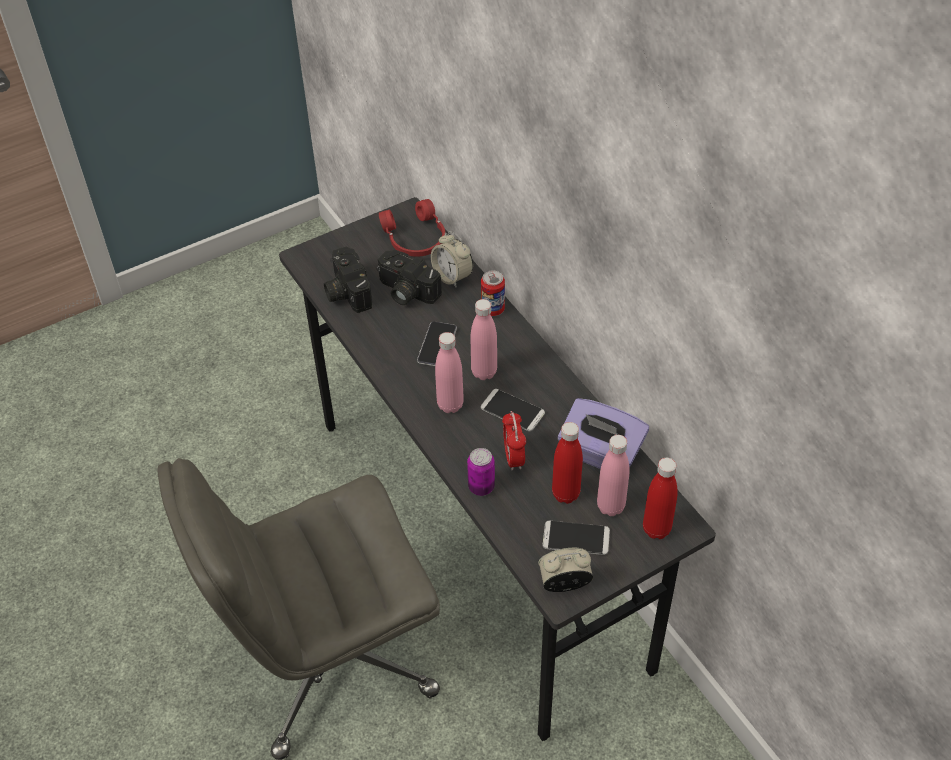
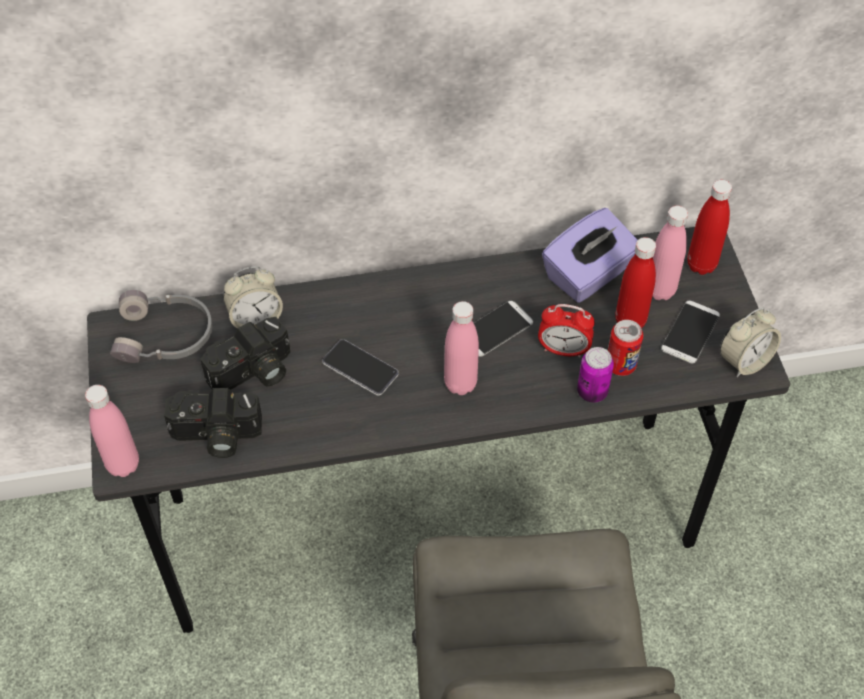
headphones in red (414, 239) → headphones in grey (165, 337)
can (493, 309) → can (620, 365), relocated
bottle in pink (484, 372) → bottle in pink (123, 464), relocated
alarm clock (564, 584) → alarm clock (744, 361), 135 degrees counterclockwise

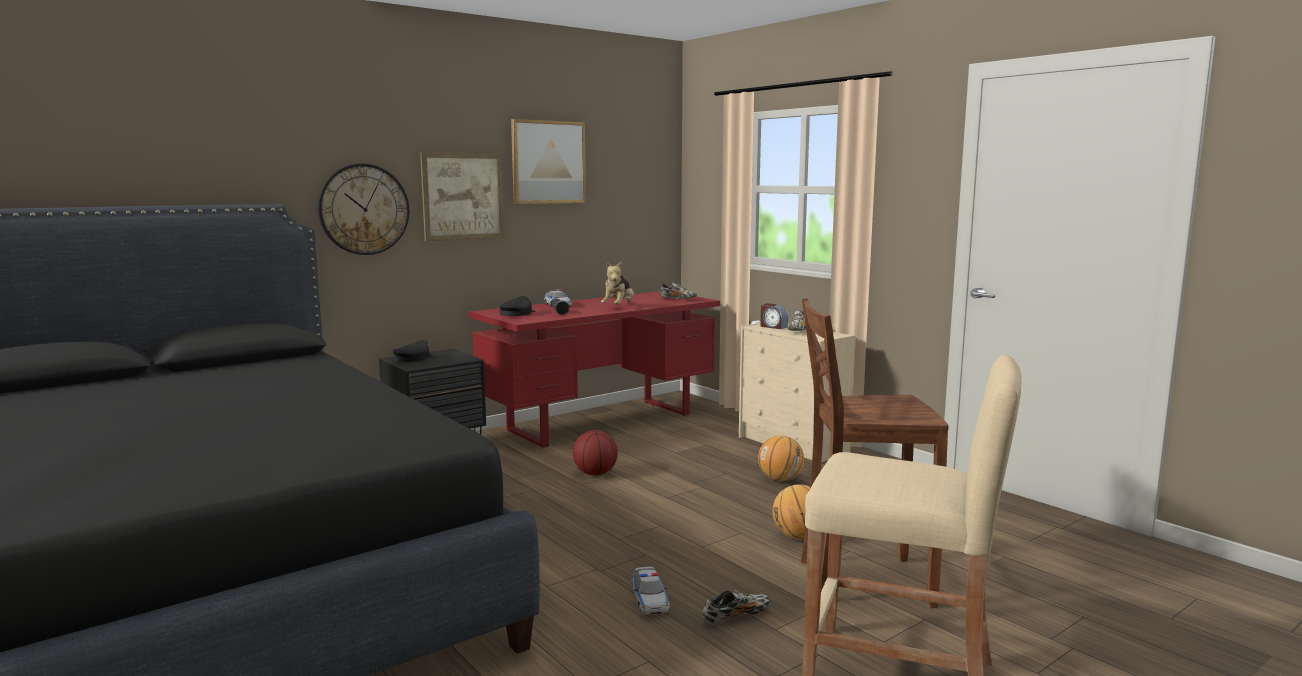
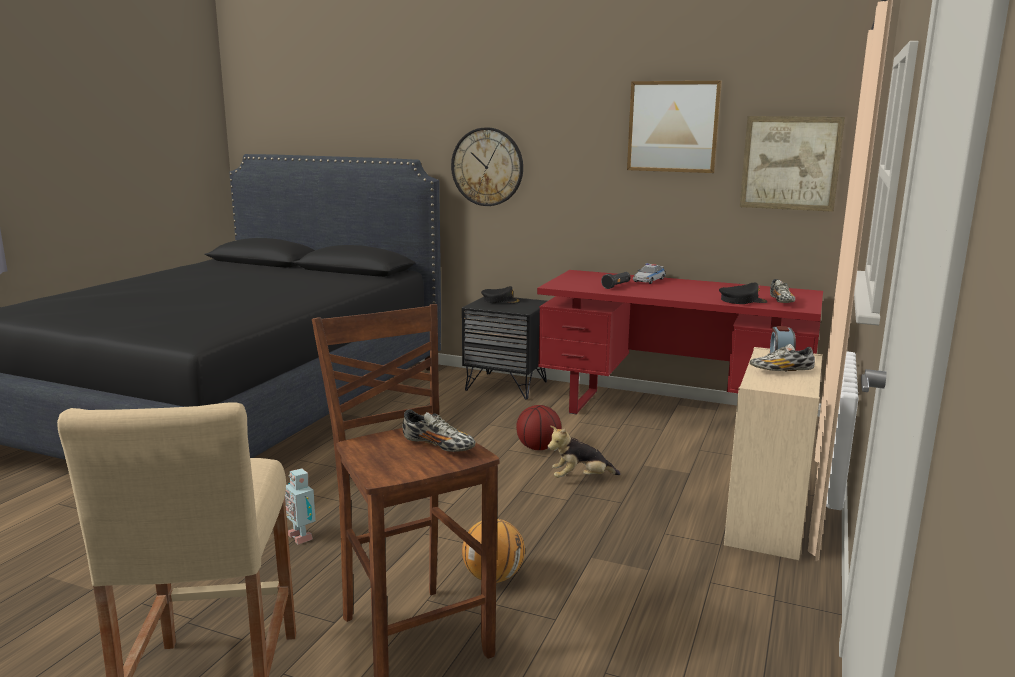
picture (463, 196) → picture (790, 163), relocated
plush toy (618, 307) → plush toy (580, 479), relocated
cap in black (517, 313) → cap in black (742, 301), relocated
basketball (780, 479) → -
toy car (649, 599) → toy robot (302, 536)
shoe (736, 616) → shoe (438, 446), relocated

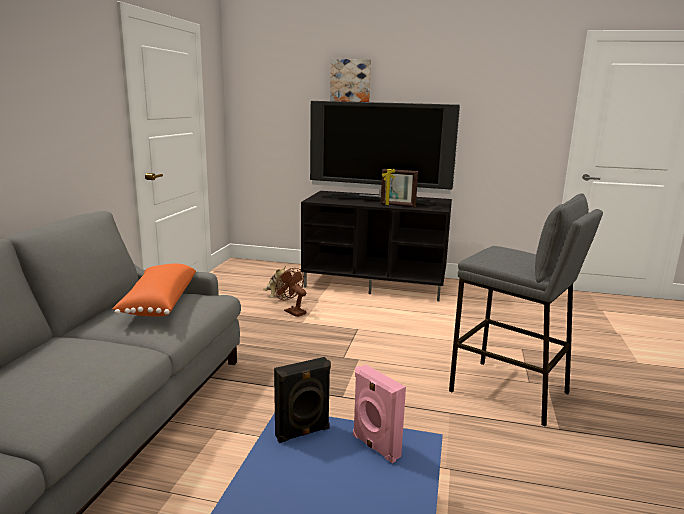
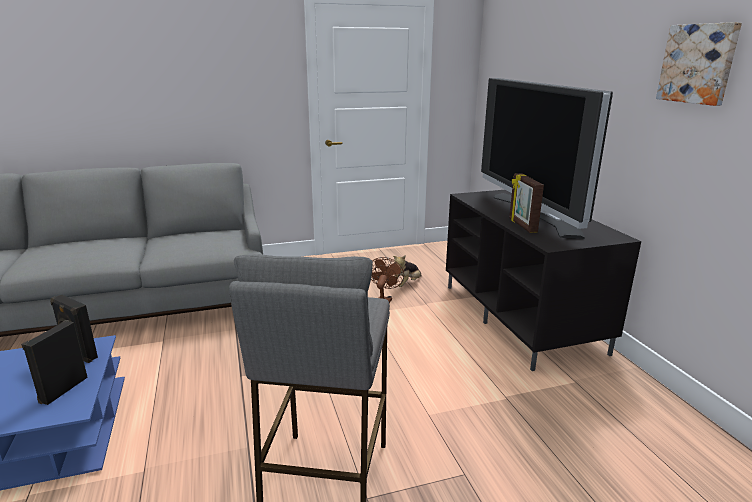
picture (350, 80) → picture (698, 64), relocated
pillow in orange (158, 303) → -
speaker in pink (374, 447) → speaker in black (62, 389)

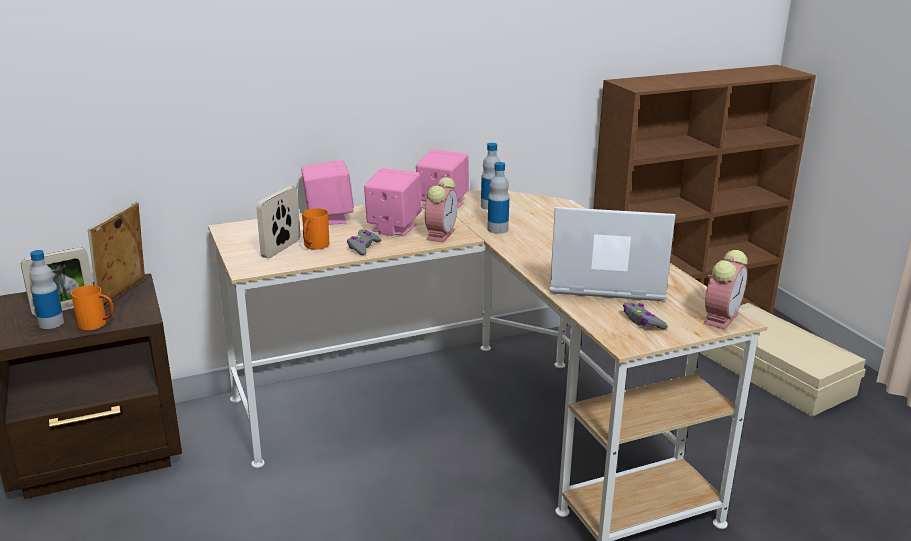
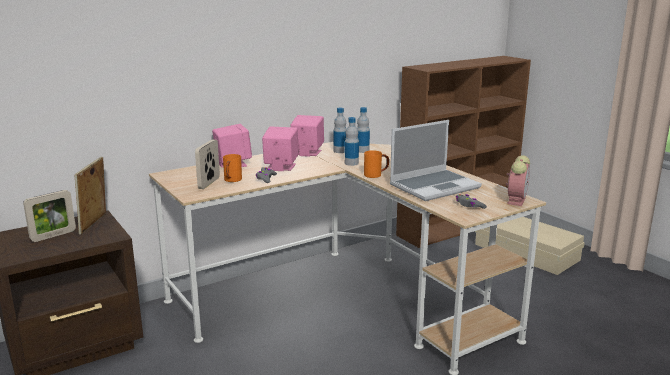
alarm clock (440, 234) → -
laptop (604, 281) → laptop (434, 186), 150 degrees clockwise
bottle (51, 323) → bottle (362, 151), relocated
mug in orange (98, 325) → mug in orange (376, 175), relocated

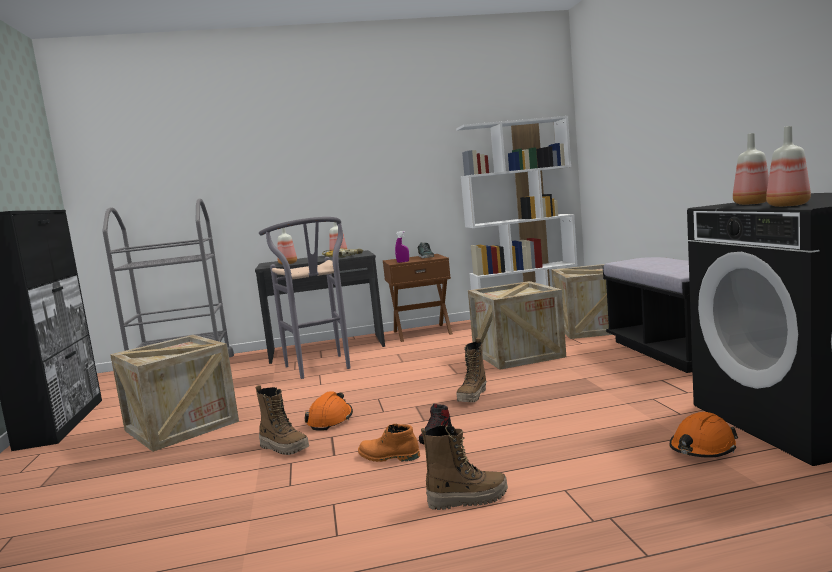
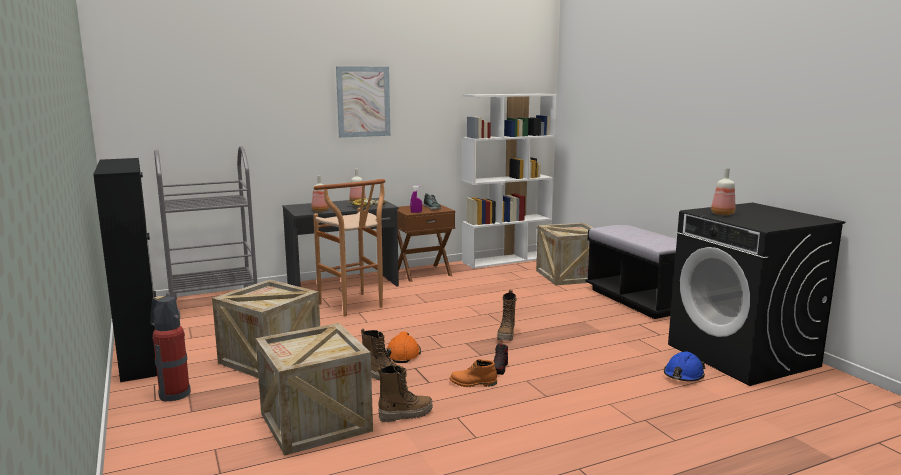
bottle (786, 205) → -
stool in grey (321, 369) → stool in brown (355, 306)
crate (518, 354) → crate (315, 422), relocated
hard hat in orange (702, 449) → hard hat in blue (683, 375)
boot (468, 499) → boot (406, 414), relocated
- → picture (363, 101)
- → fire extinguisher (173, 394)

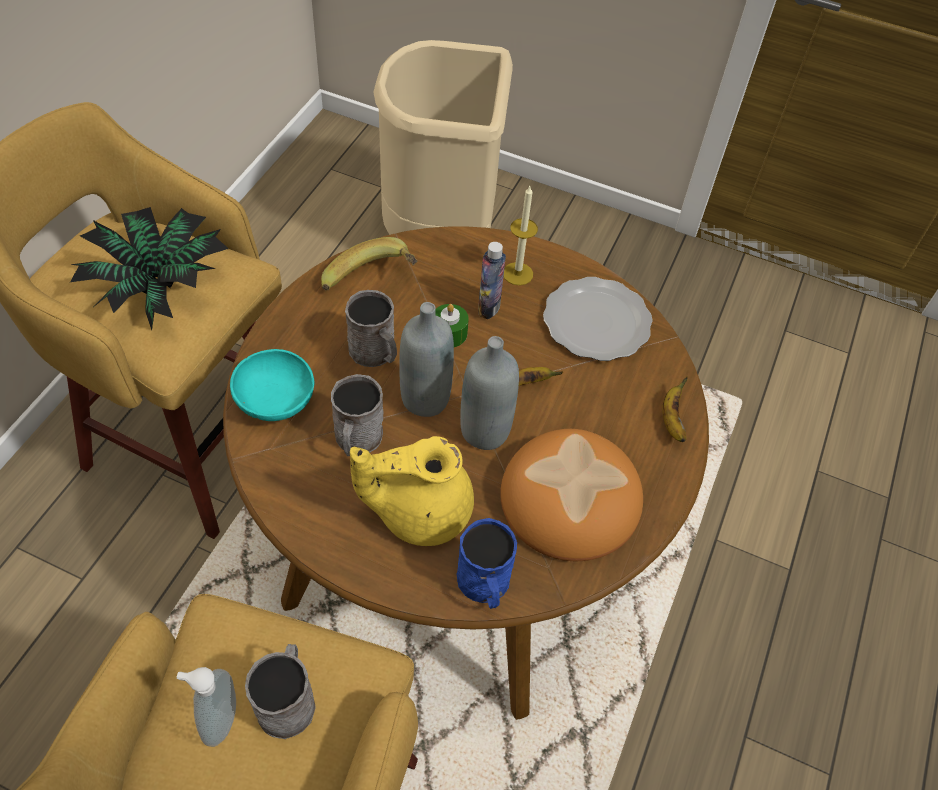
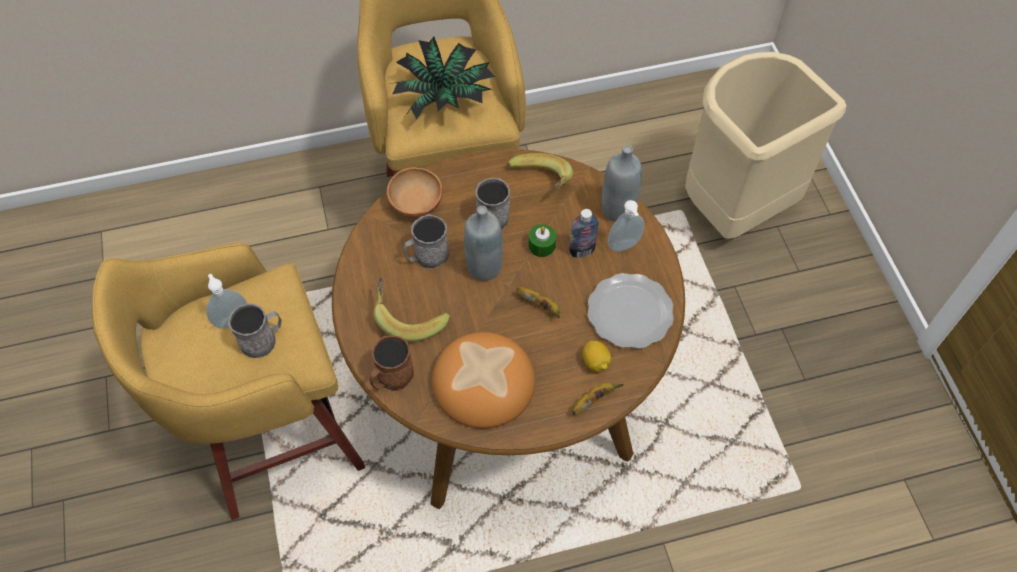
candle (517, 274) → soap dispenser (624, 247)
bottle in grey (485, 431) → bottle in grey (617, 209), relocated
bowl in turquoise (276, 403) → bowl in brown (415, 204)
teapot in yellow (419, 510) → banana (409, 316)
mug in blue (485, 585) → mug in brown (391, 378)
- → lemon (595, 362)

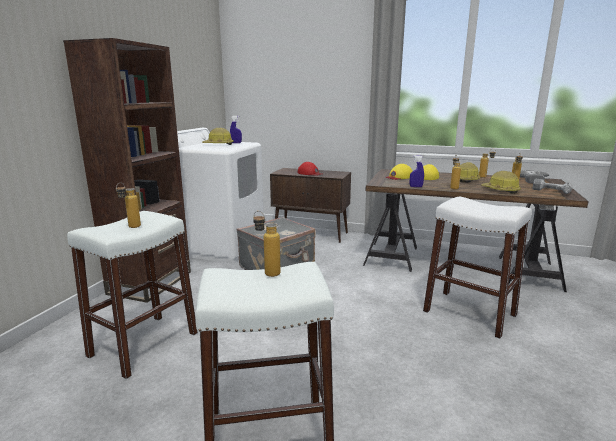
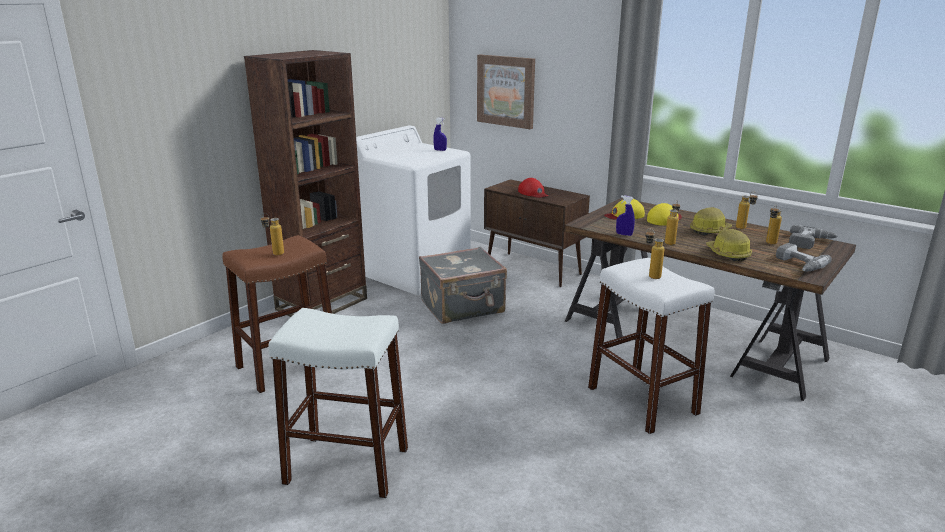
hard hat (218, 145) → -
stool in white (144, 344) → stool in brown (288, 365)
bottle (267, 272) → bottle (650, 275), relocated
- → picture (506, 91)

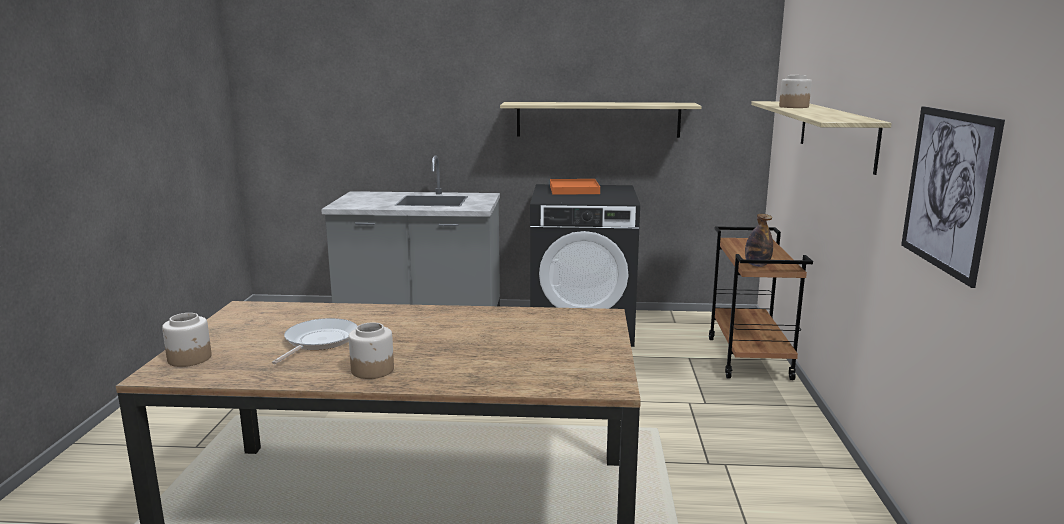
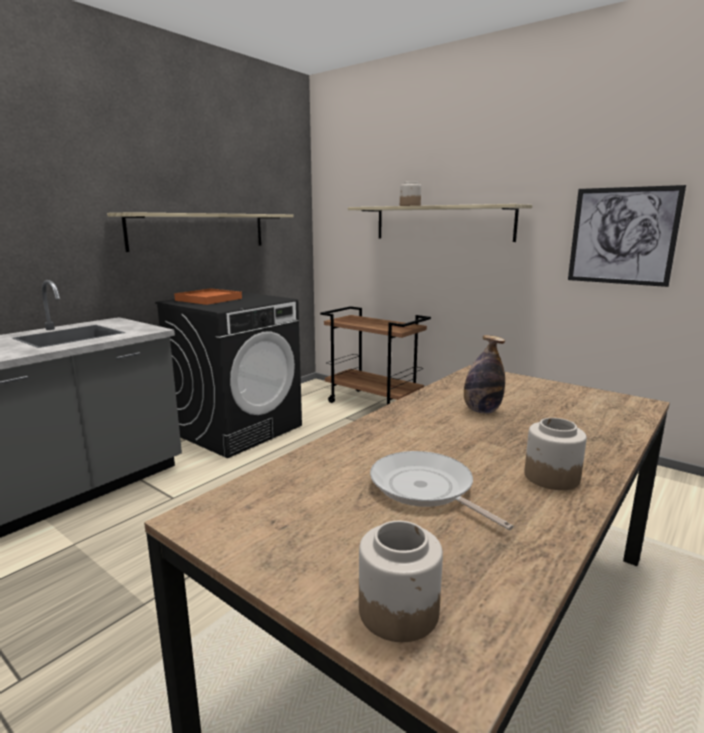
bottle (757, 265) → bottle (481, 411), relocated

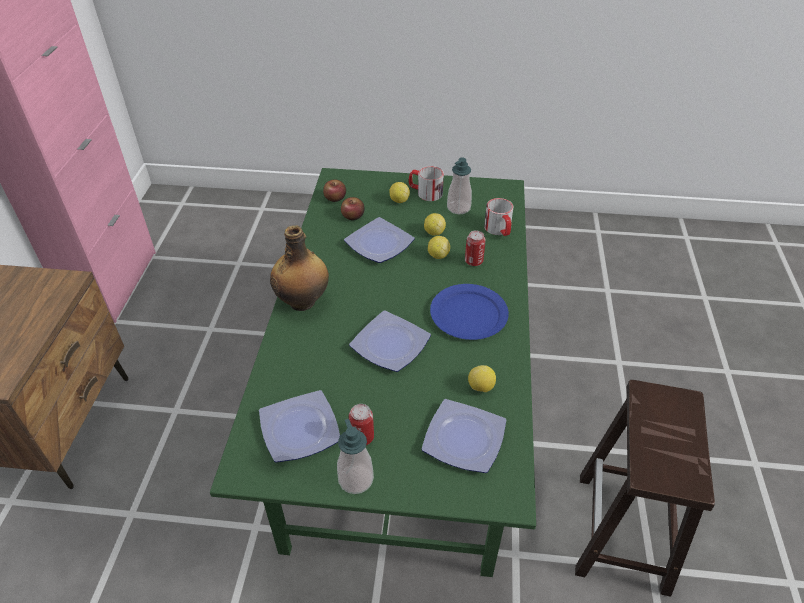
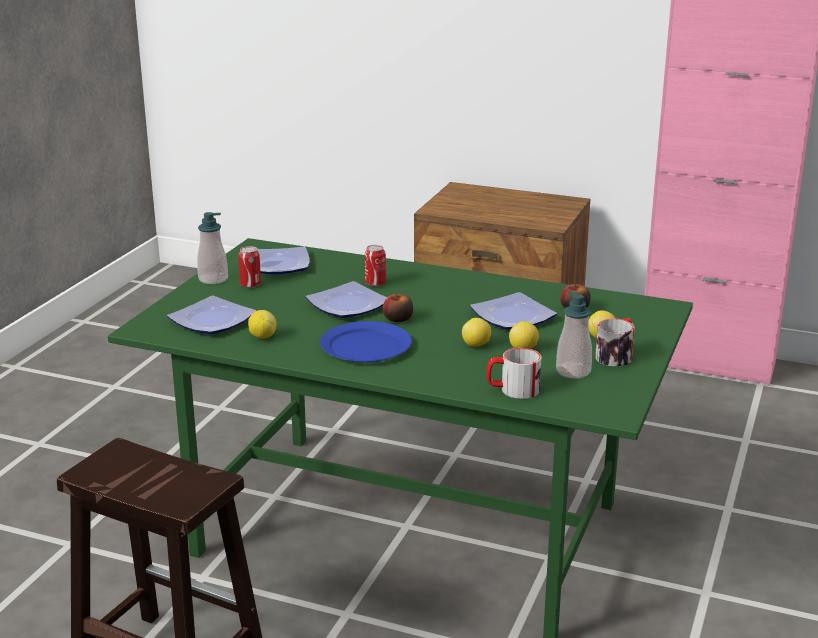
apple (335, 198) → apple (398, 319), relocated
bottle (303, 301) → -
can (473, 261) → can (375, 283), relocated

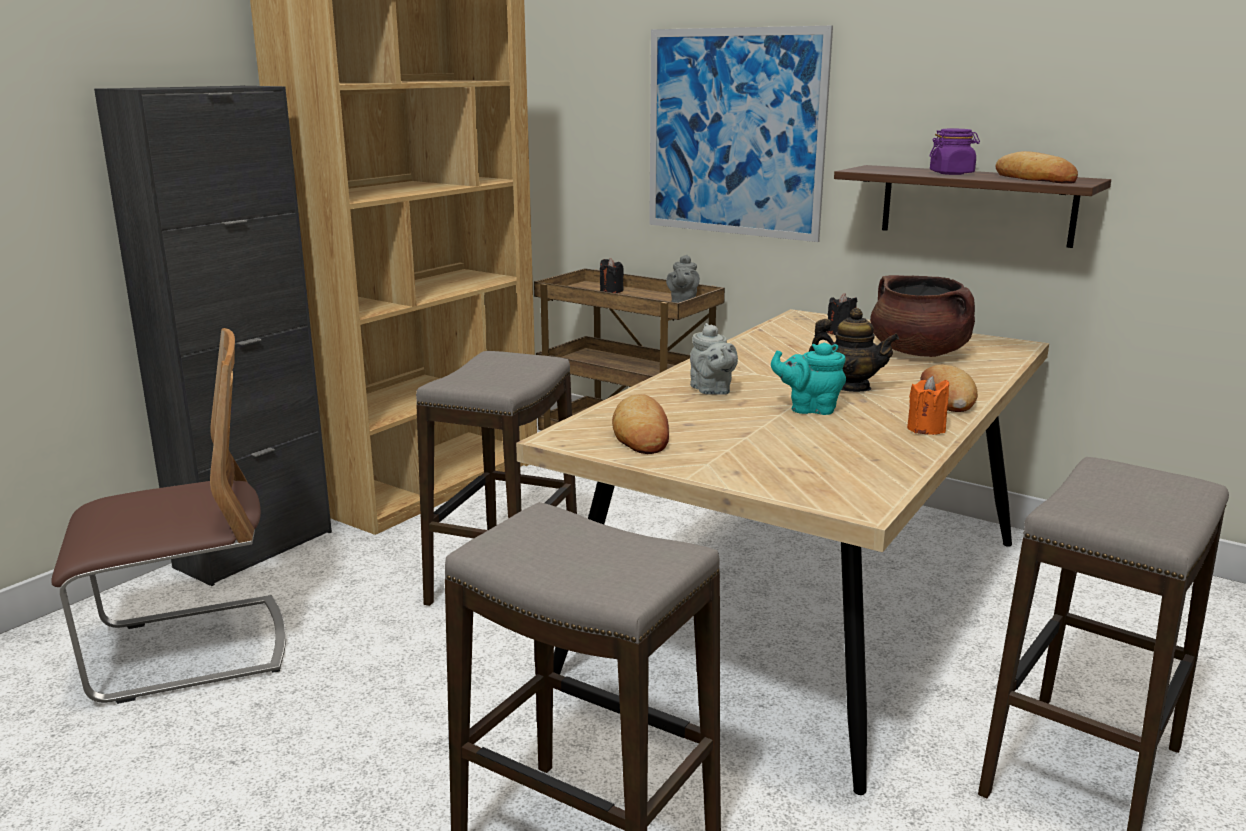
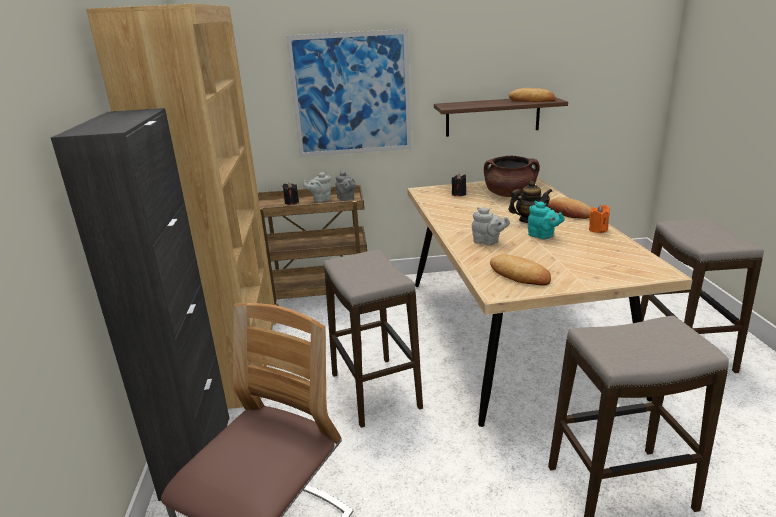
jar in purple (952, 173) → -
teapot in turquoise (809, 409) → teapot in turquoise (542, 236), 105 degrees counterclockwise
- → teapot in grey (320, 200)

